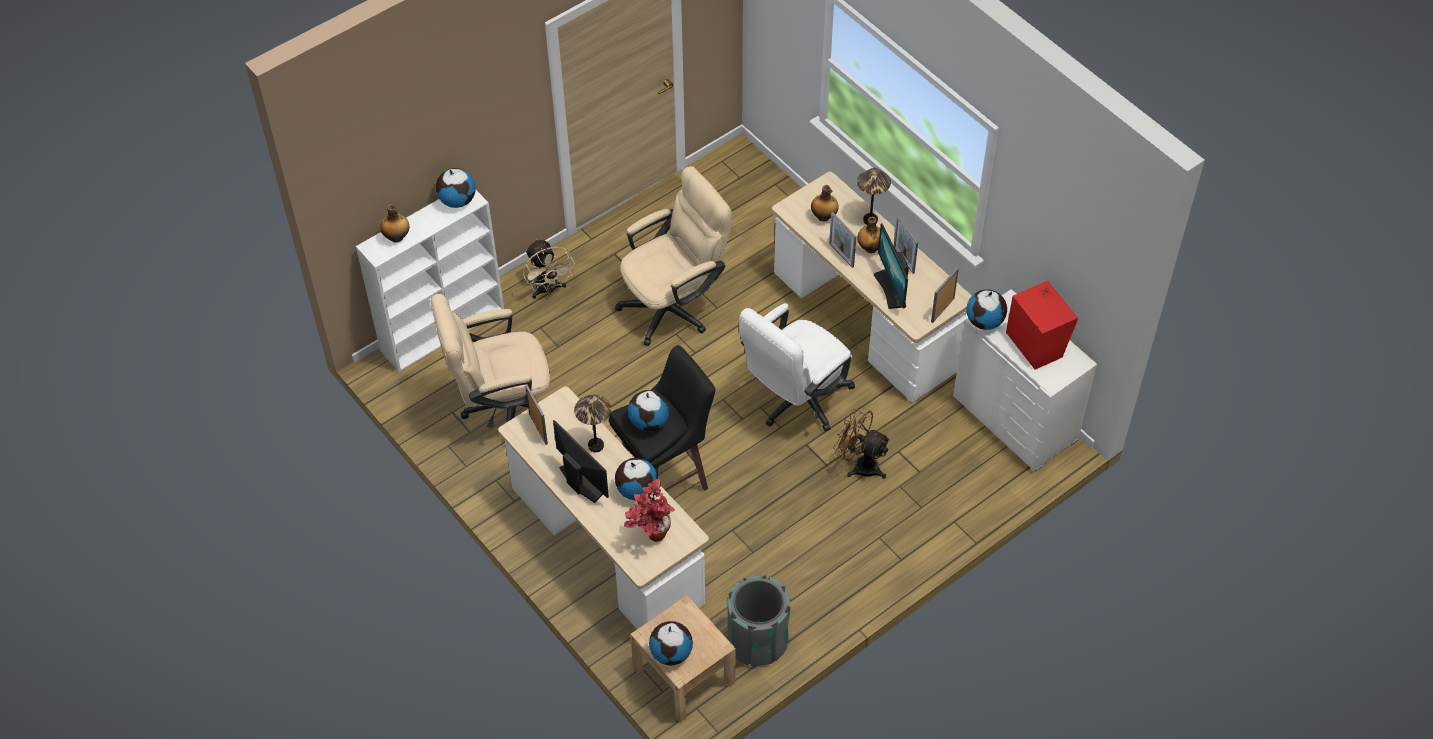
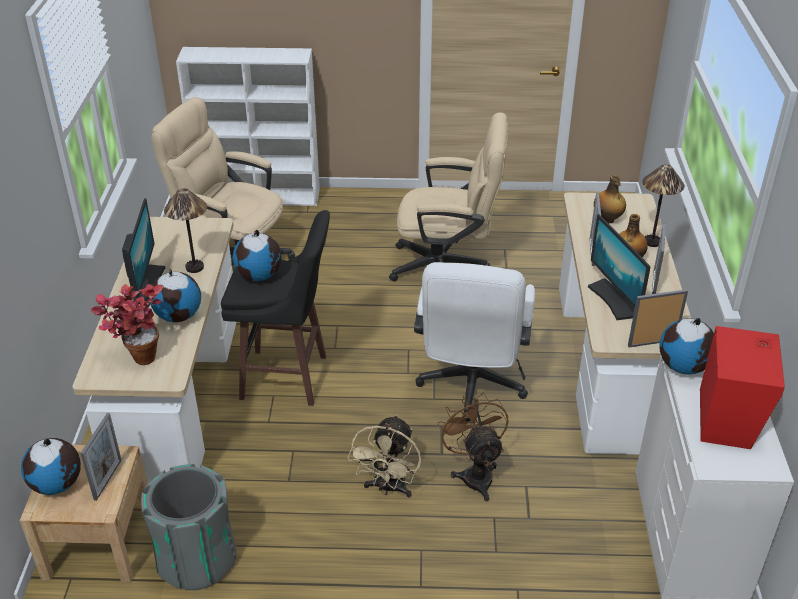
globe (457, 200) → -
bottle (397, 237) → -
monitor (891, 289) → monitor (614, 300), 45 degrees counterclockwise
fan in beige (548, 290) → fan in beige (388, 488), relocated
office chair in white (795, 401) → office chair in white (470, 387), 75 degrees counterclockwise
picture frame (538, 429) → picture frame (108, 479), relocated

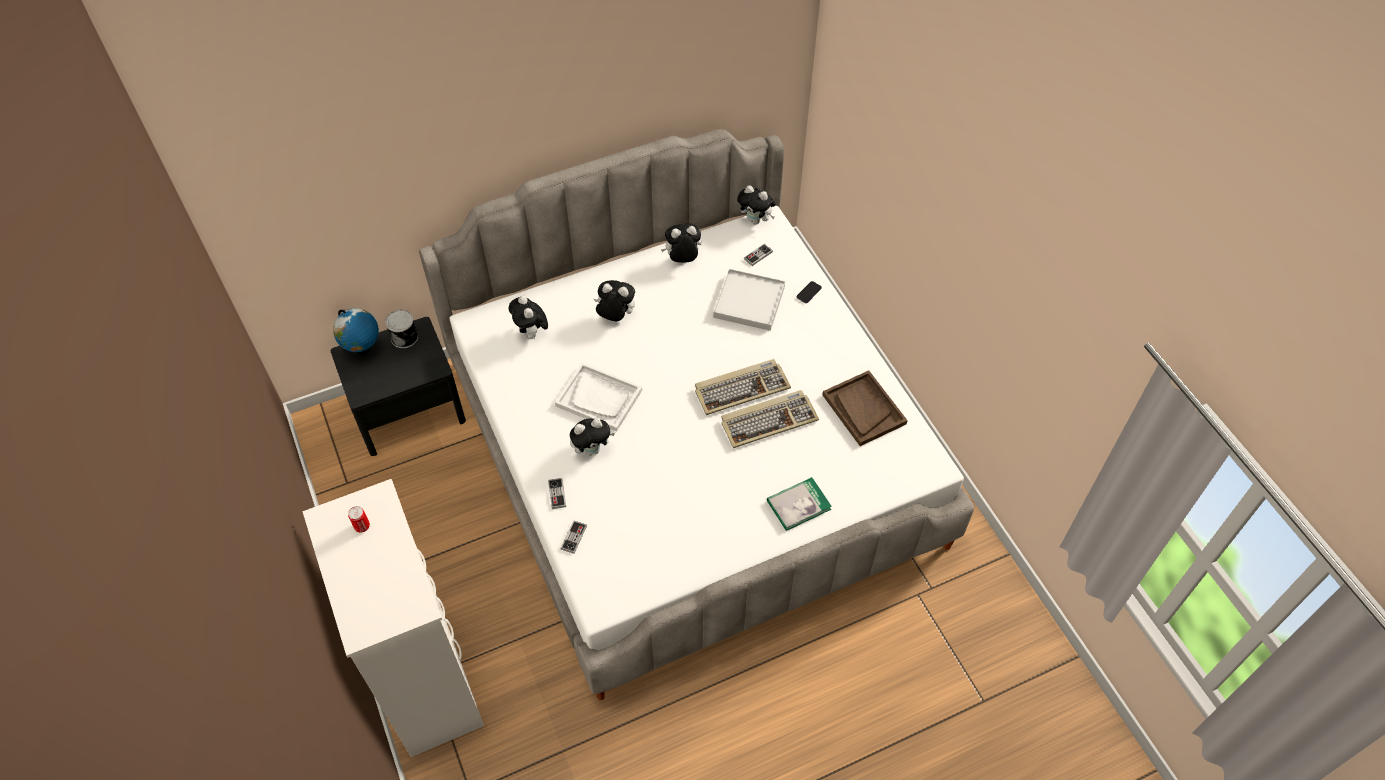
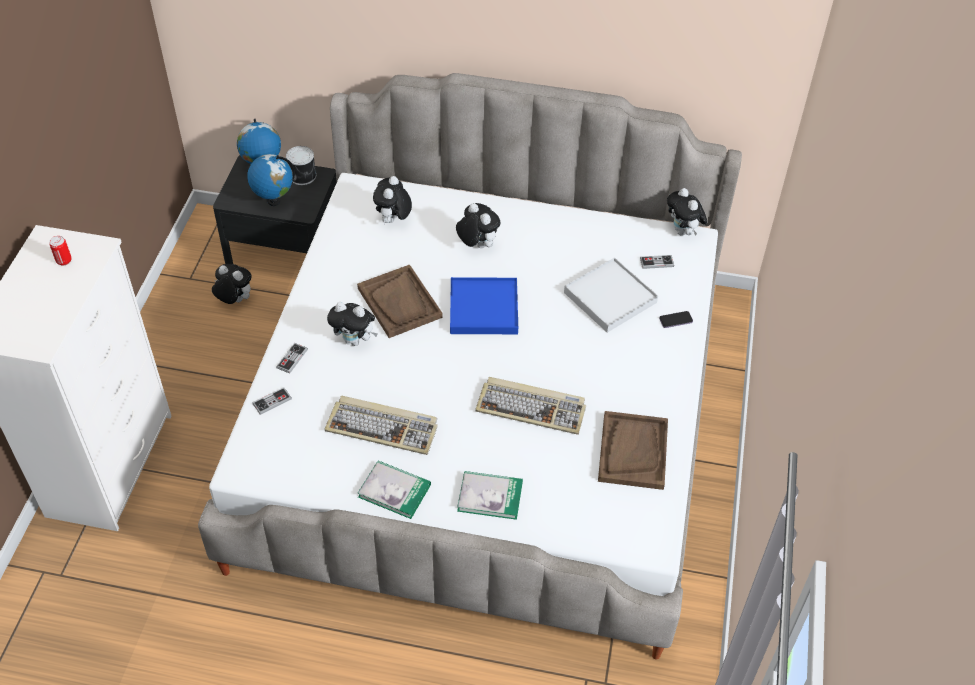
plush toy (682, 260) → plush toy (234, 300), relocated
keyboard (741, 388) → keyboard (383, 427), relocated
tray in white (599, 398) → tray in brown (400, 303)
- → globe (273, 201)
- → tray in blue (483, 309)
- → book (394, 491)

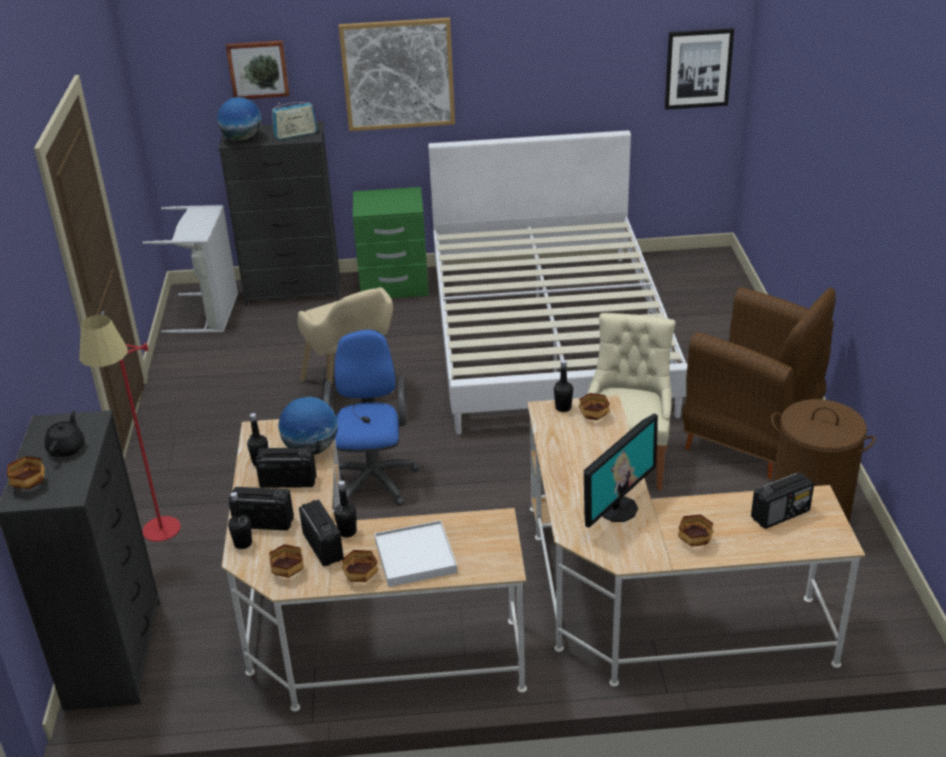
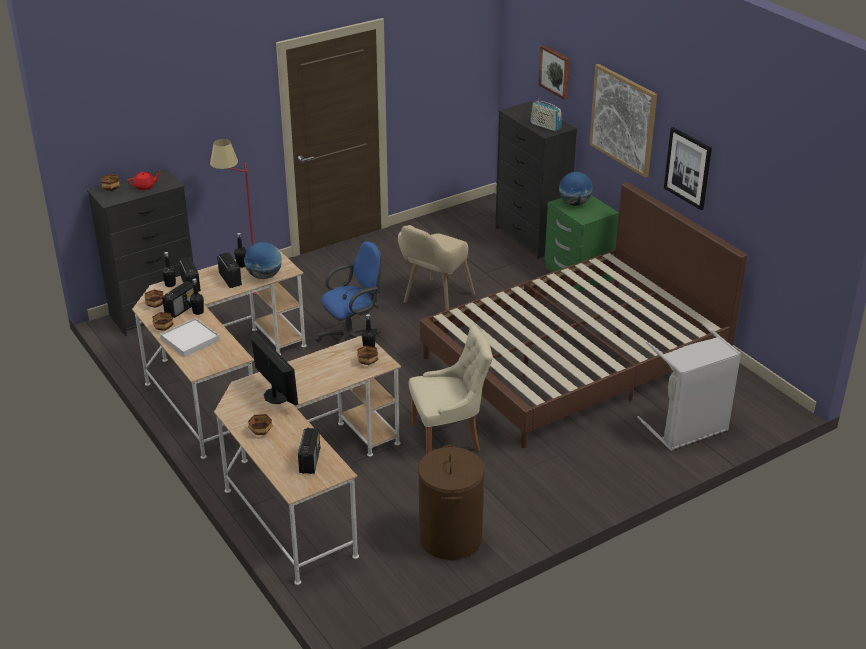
picture (698, 68) → picture (688, 168), relocated
globe (242, 140) → globe (574, 203), relocated
bed in white (548, 336) → bed in brown (575, 359)
laundry basket in grey (210, 313) → laundry basket in grey (687, 430), relocated
armchair in brown (752, 437) → -
teapot in black (67, 448) → teapot in red (145, 186)
monitor (618, 509) → monitor (275, 396), 135 degrees counterclockwise
radio (780, 514) → radio (310, 460), 120 degrees counterclockwise

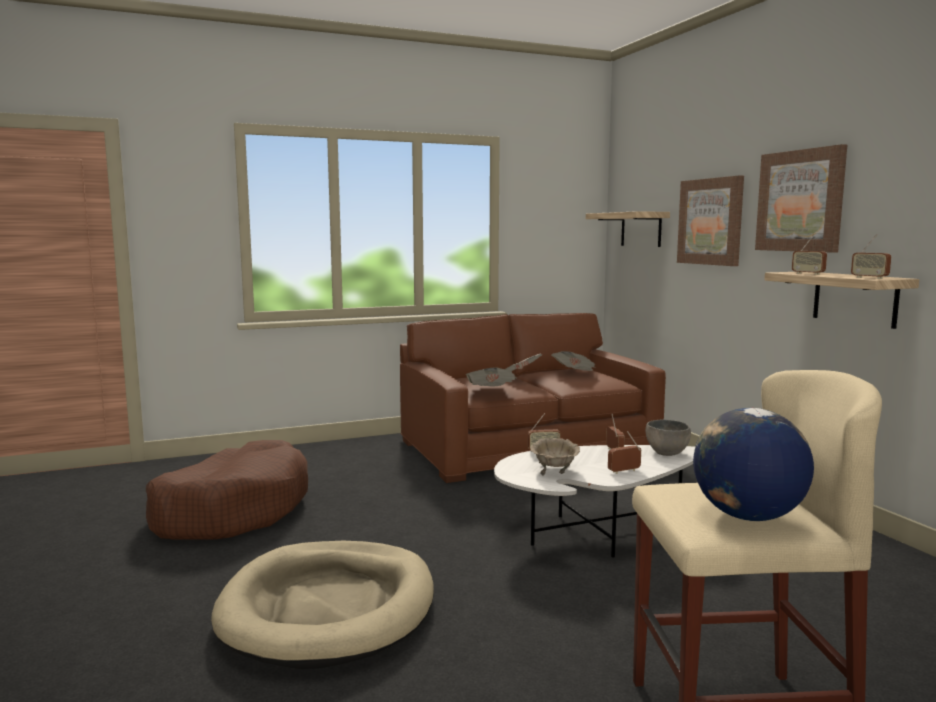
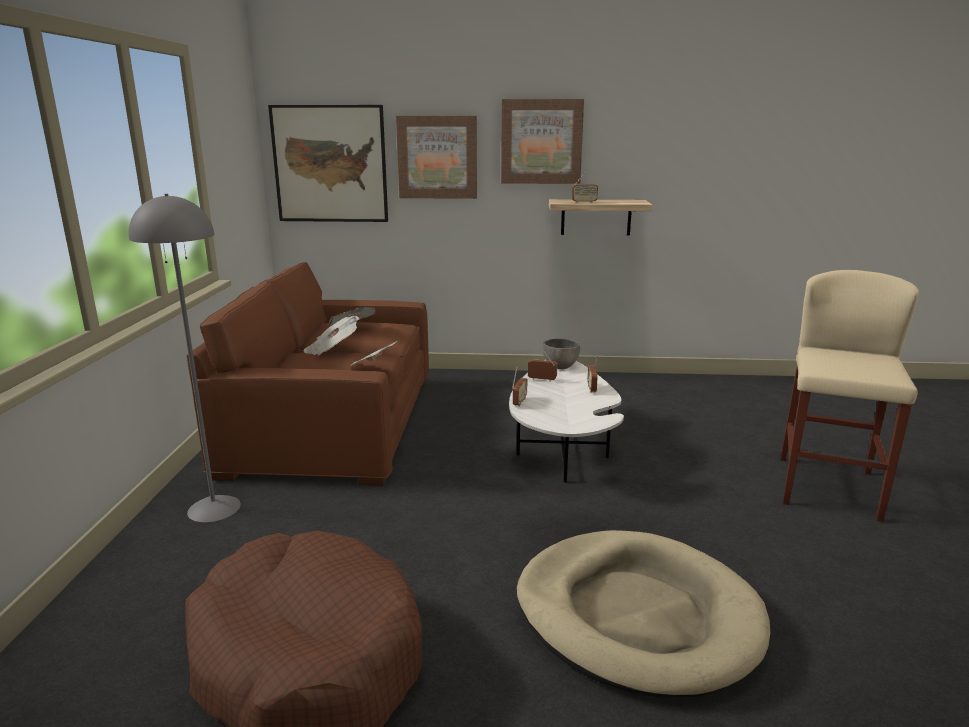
shelf (641, 229) → picture (330, 164)
radio (869, 278) → -
globe (747, 516) → -
bowl in beige (555, 470) → -
- → floor lamp in grey (214, 508)

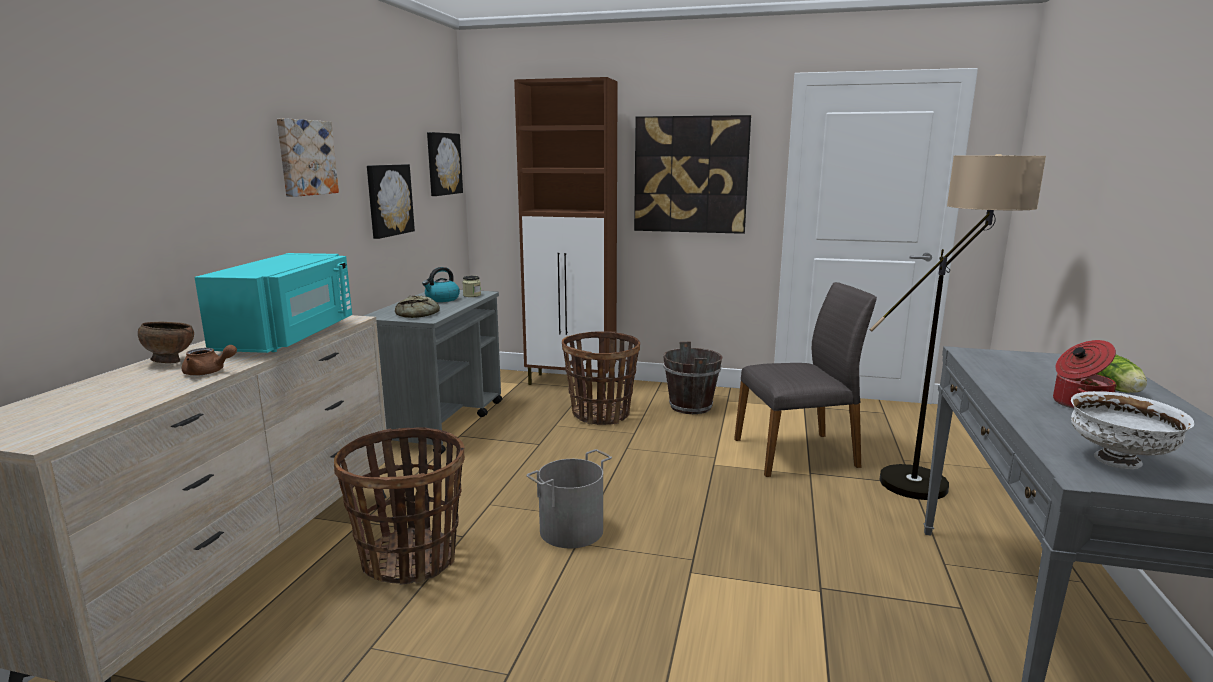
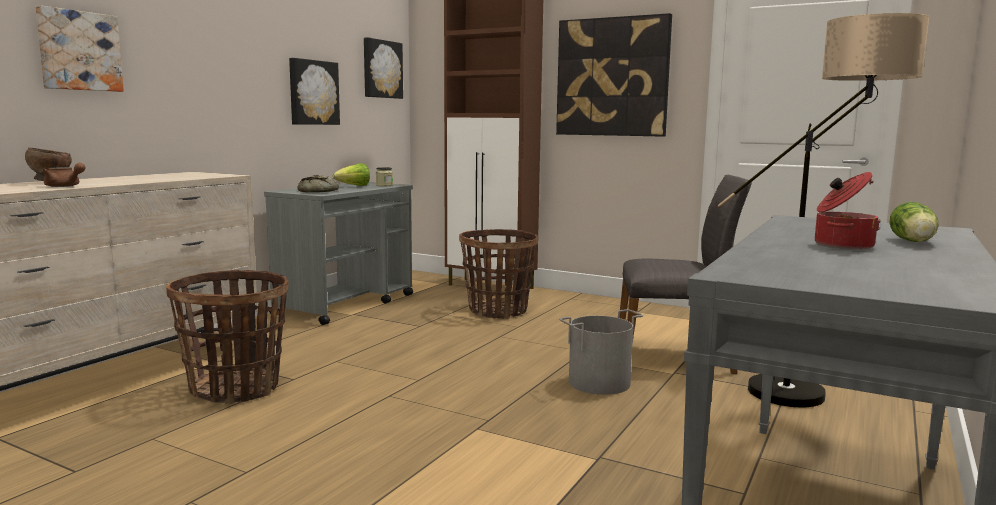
picture (305, 157) → picture (79, 51), relocated
microwave in turquoise (290, 337) → -
kettle (442, 299) → lettuce (354, 186)
bucket in brown (691, 406) → -
bowl in white (1119, 461) → -
bucket in grey (571, 530) → bucket in grey (598, 382), relocated

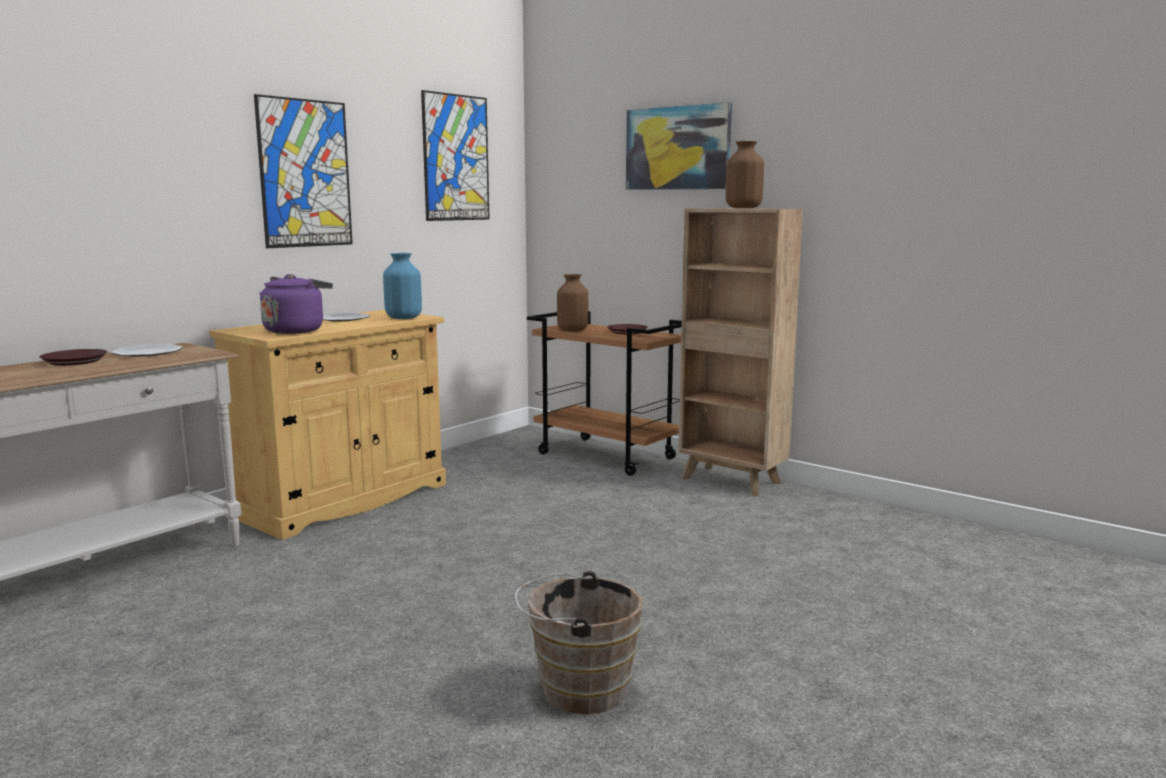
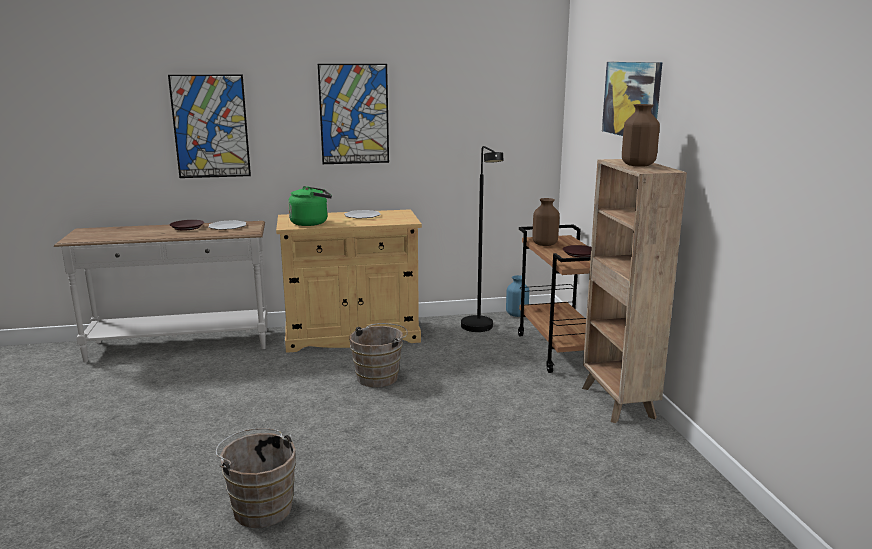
picture (456, 158) → picture (210, 126), relocated
vase in blue (404, 318) → vase in blue (517, 314), relocated
kettle in purple (296, 330) → kettle in green (311, 223)
- → floor lamp in black (480, 329)
- → bucket in brown (380, 377)

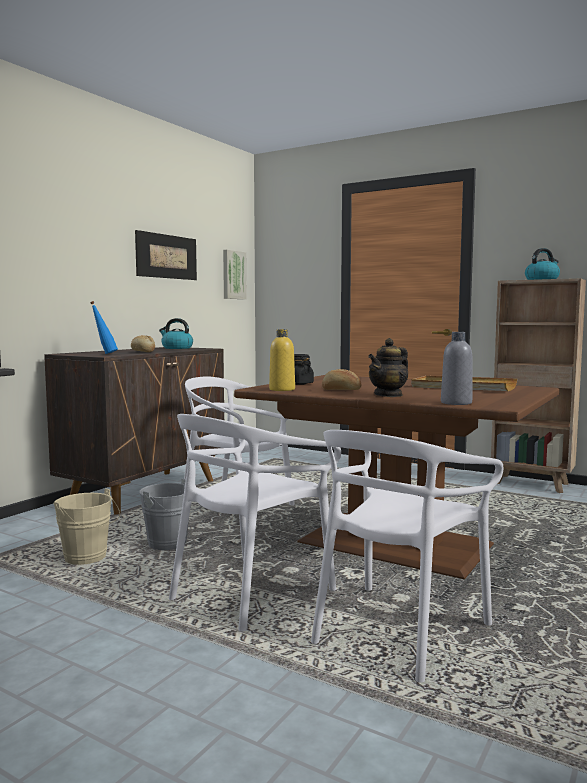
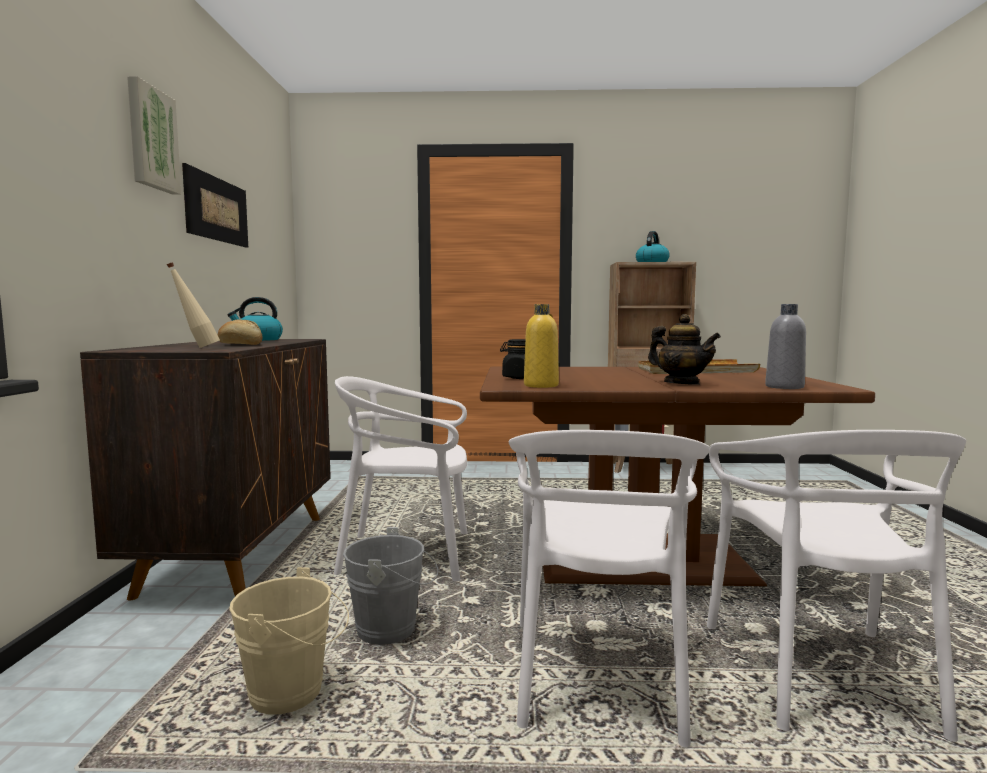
picture (233, 275) → picture (151, 139), relocated
bottle in blue (104, 353) → bottle in beige (196, 348)
teapot (388, 395) → teapot (681, 384), 60 degrees counterclockwise
bread (341, 390) → -

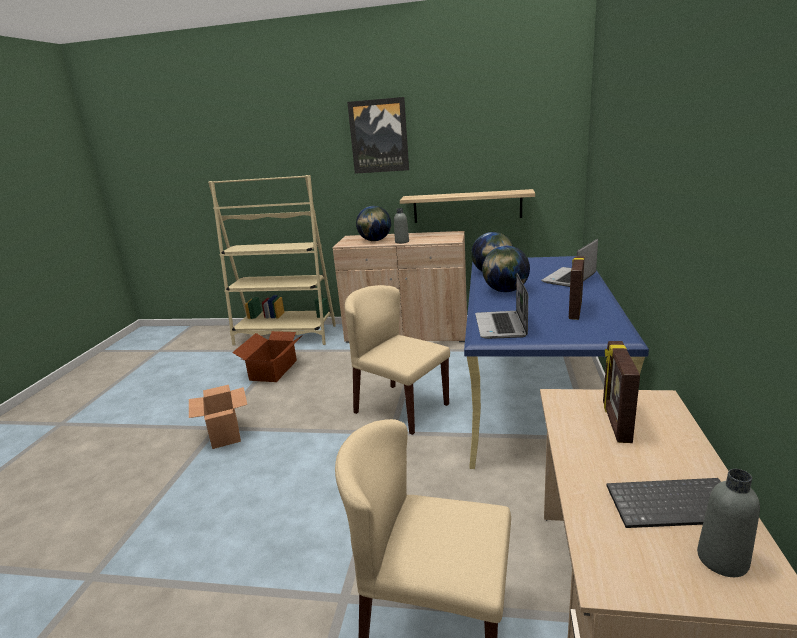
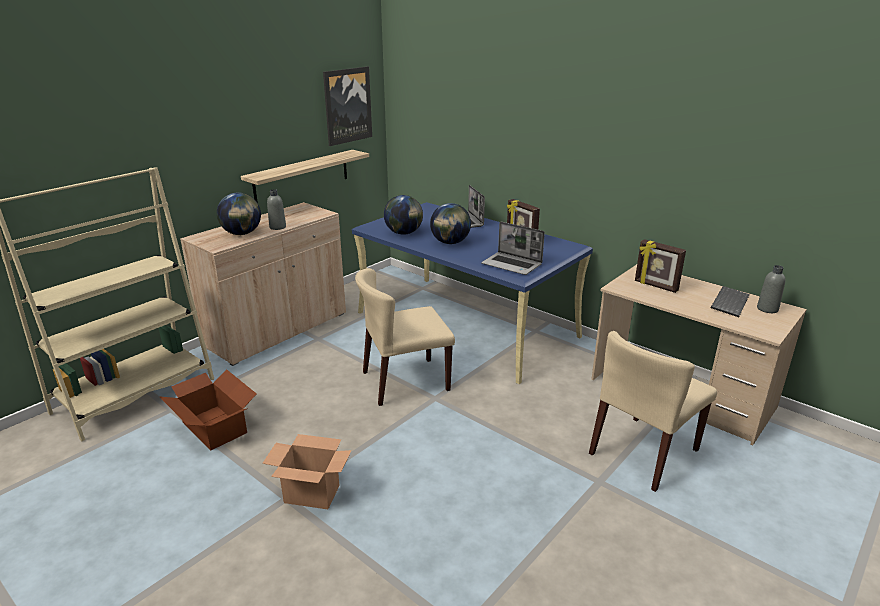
picture (379, 136) → picture (347, 105), relocated

